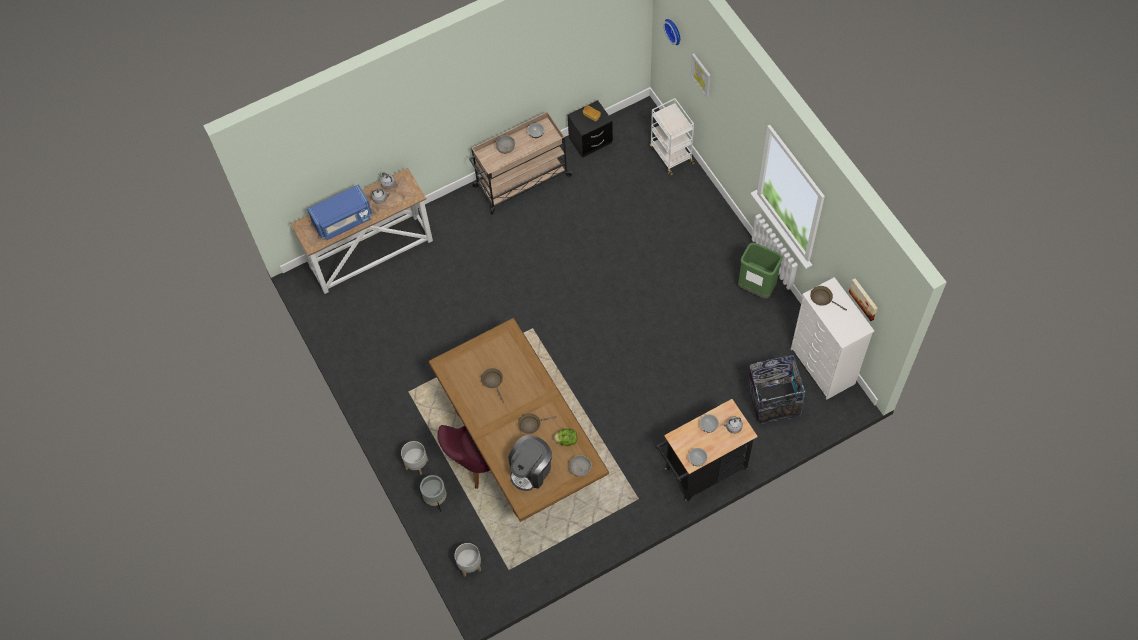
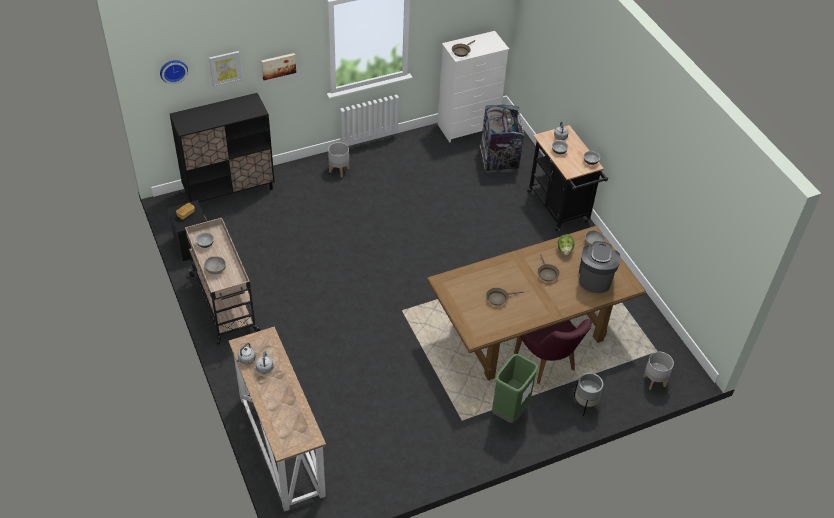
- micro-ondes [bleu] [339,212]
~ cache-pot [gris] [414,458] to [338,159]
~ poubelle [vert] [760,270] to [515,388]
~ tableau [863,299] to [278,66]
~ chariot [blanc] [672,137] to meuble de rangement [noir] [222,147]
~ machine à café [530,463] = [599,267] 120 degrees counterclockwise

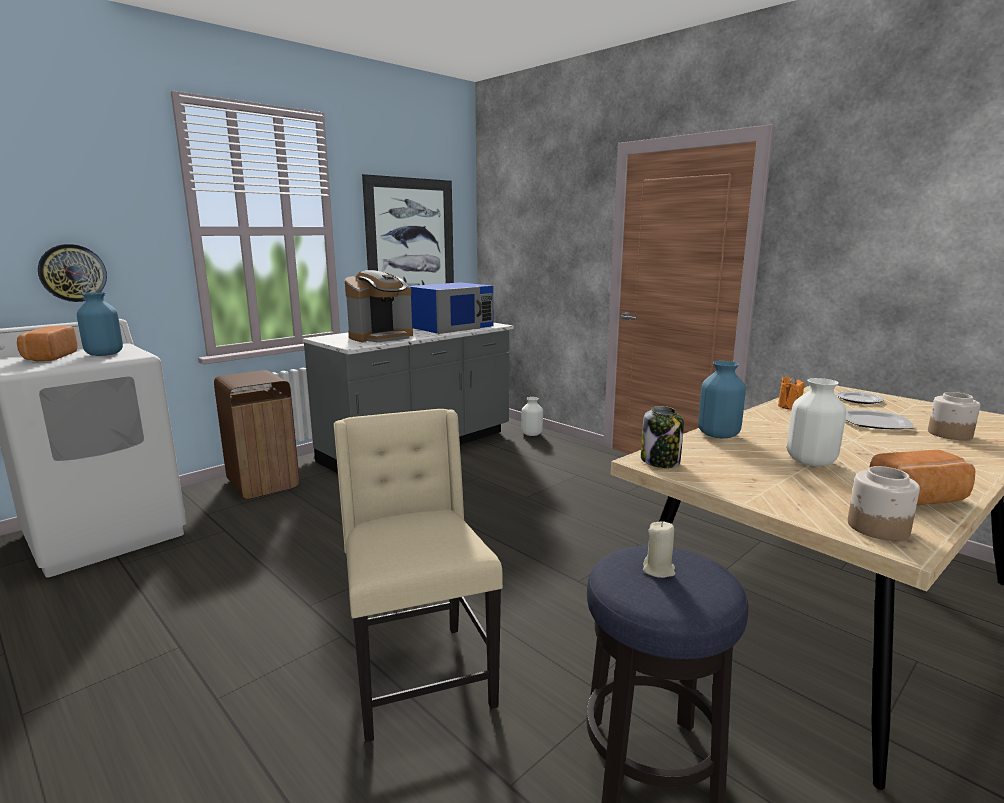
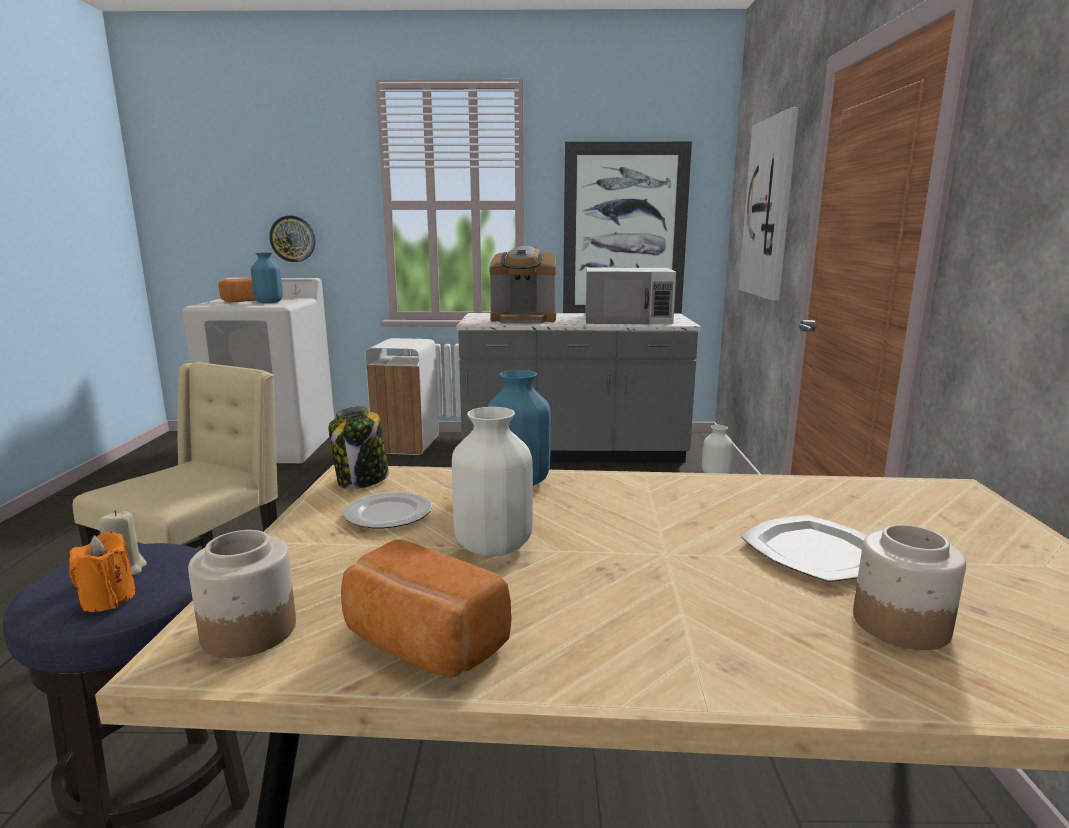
+ tableau [768,204]
~ bougie [orange] [791,393] to [102,572]
~ assiette [860,397] to [387,510]
~ poubelle [marron] [256,434] to poubelle [blanc] [402,396]
~ micro-ondes [bleu] [451,308] to micro-ondes [blanc] [630,295]

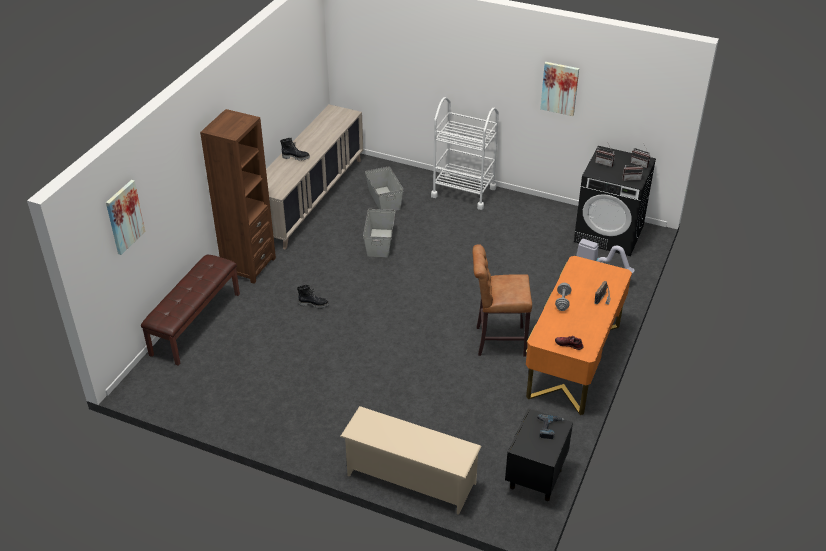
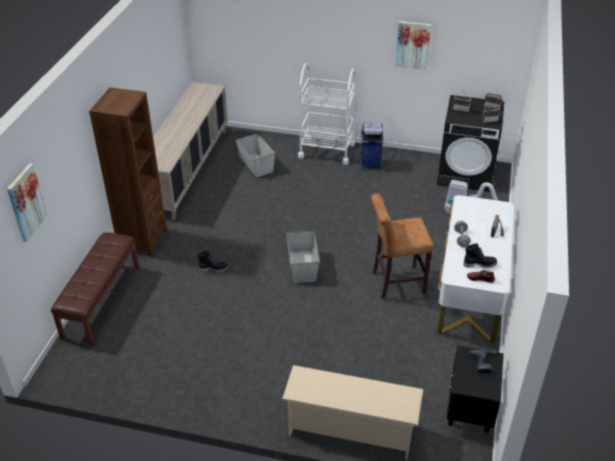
+ poubelle [bleu] [372,146]
~ botte [noir] [295,149] to [480,255]
~ boîte de rangement [gris] [379,233] to [303,257]
~ bureau [orange] [578,335] to bureau [blanc] [475,269]

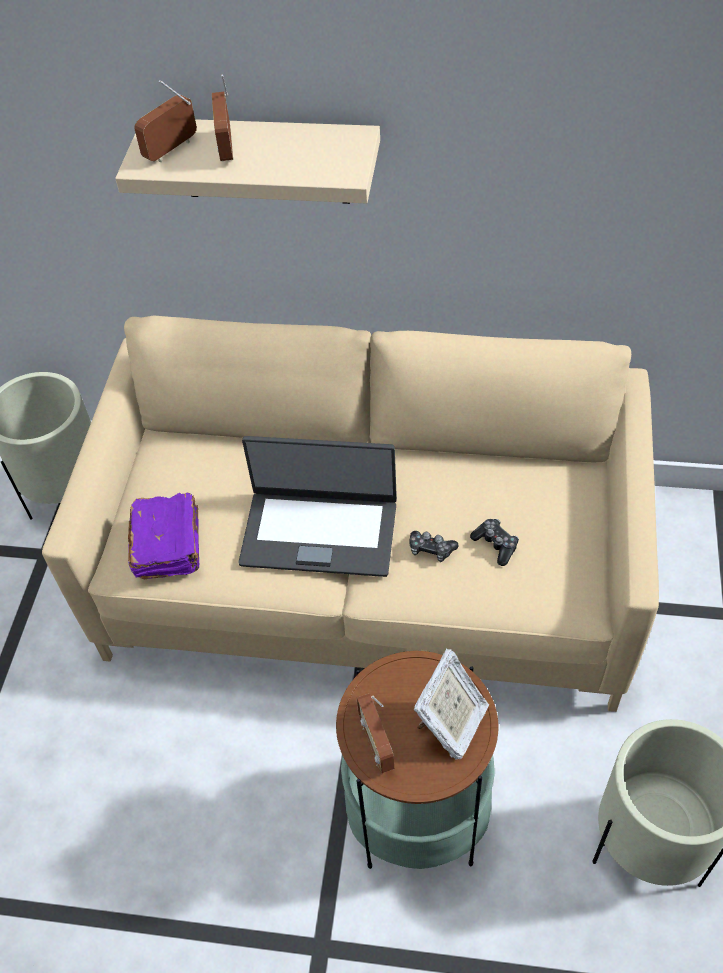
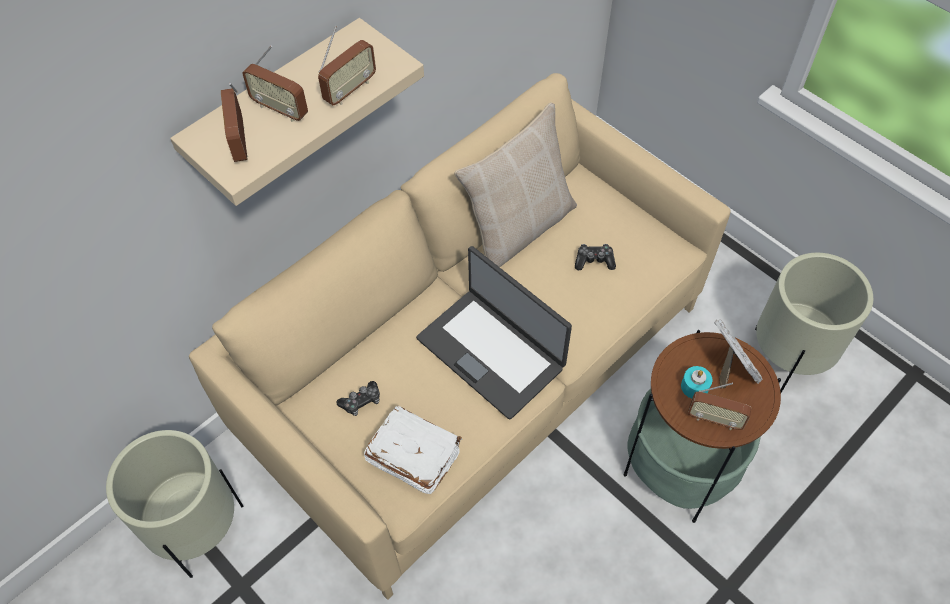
+ radio [347,65]
+ coussin [beige] [516,184]
+ bougie [turquoise] [696,382]
~ manette [433,546] to [358,398]
~ livre [violet] [163,536] to livre [blanc] [413,450]
~ ordinateur portable [317,506] = [494,332] 90 degrees clockwise

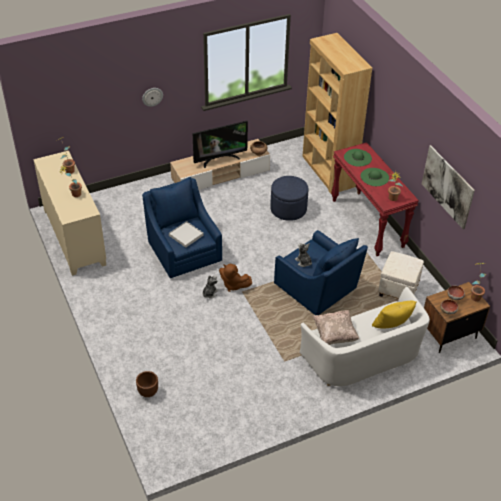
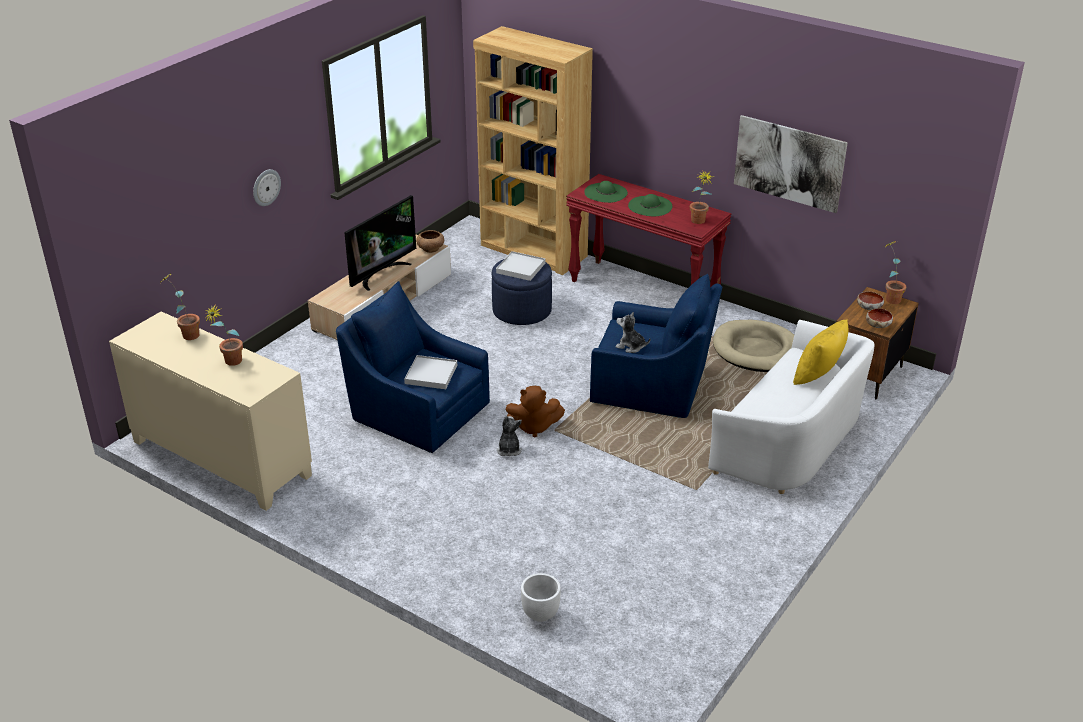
- coussin [beige] [336,327]
+ plateau [blanc] [520,266]
~ pouf [blanc] [401,275] to panier pour chien [beige] [753,346]
~ cache-pot [marron] [147,384] to cache-pot [blanc] [541,597]

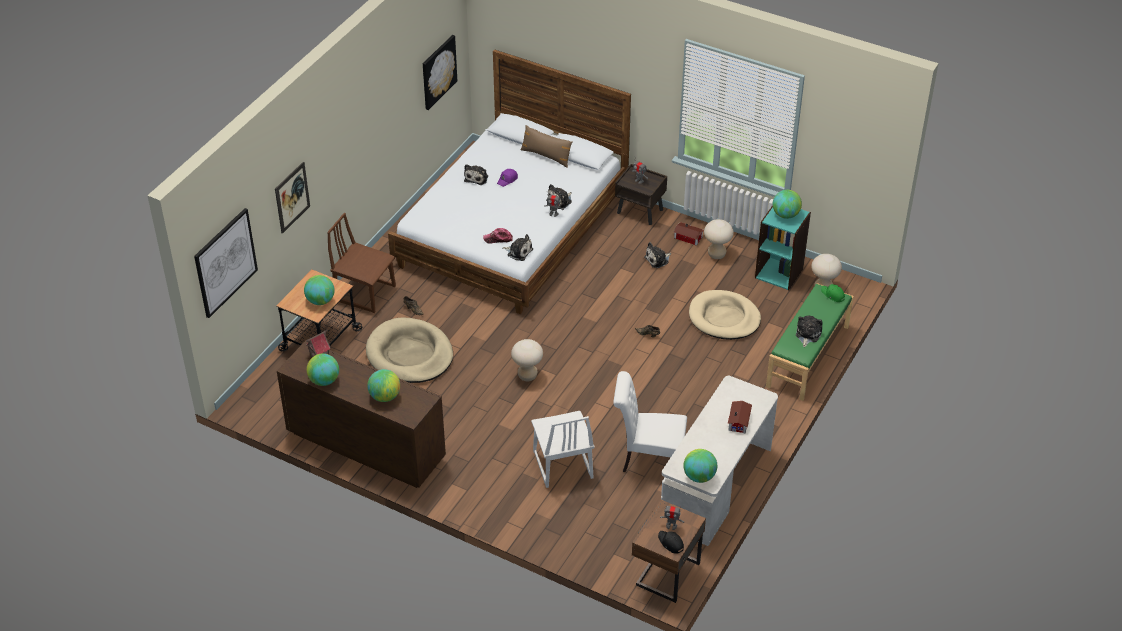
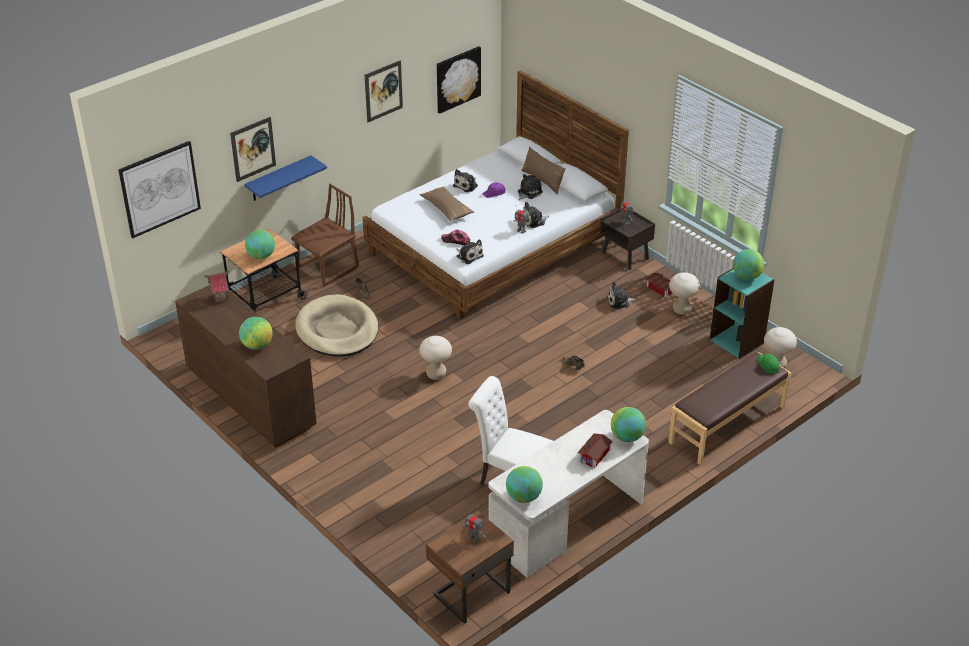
- chaise [blanc] [563,449]
- casquette [noir] [671,542]
- panier pour chien [beige] [725,315]
+ étagère [bleu] [285,178]
+ tableau [384,91]
+ coussin [marron] [447,204]
~ globe [322,370] to [628,424]
~ peluche [809,331] to [530,187]
~ banc [vert] [810,342] to banc [marron] [729,408]
~ chaise [marron] [361,263] = [325,235] 90 degrees clockwise

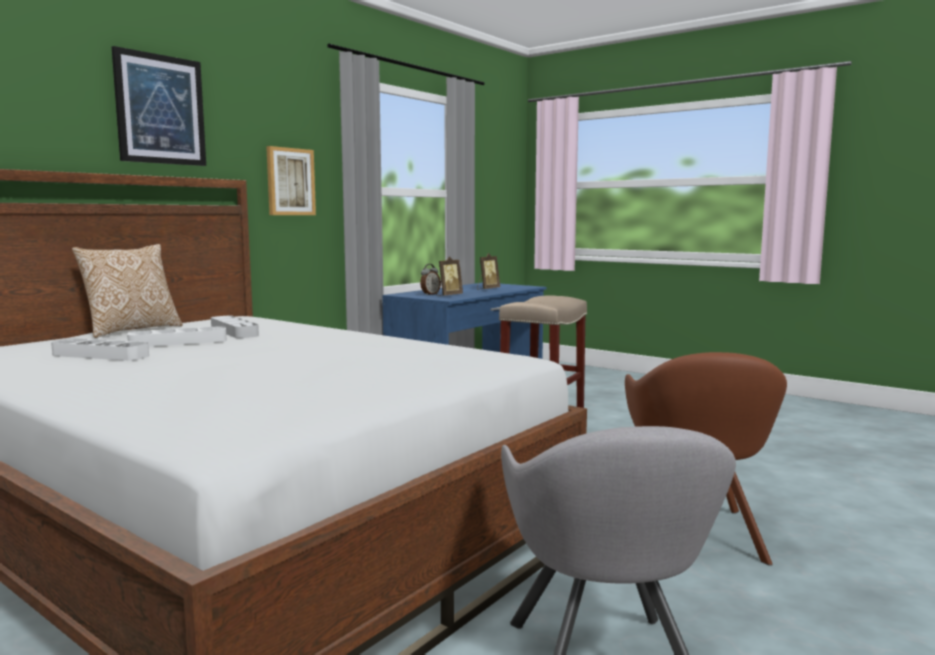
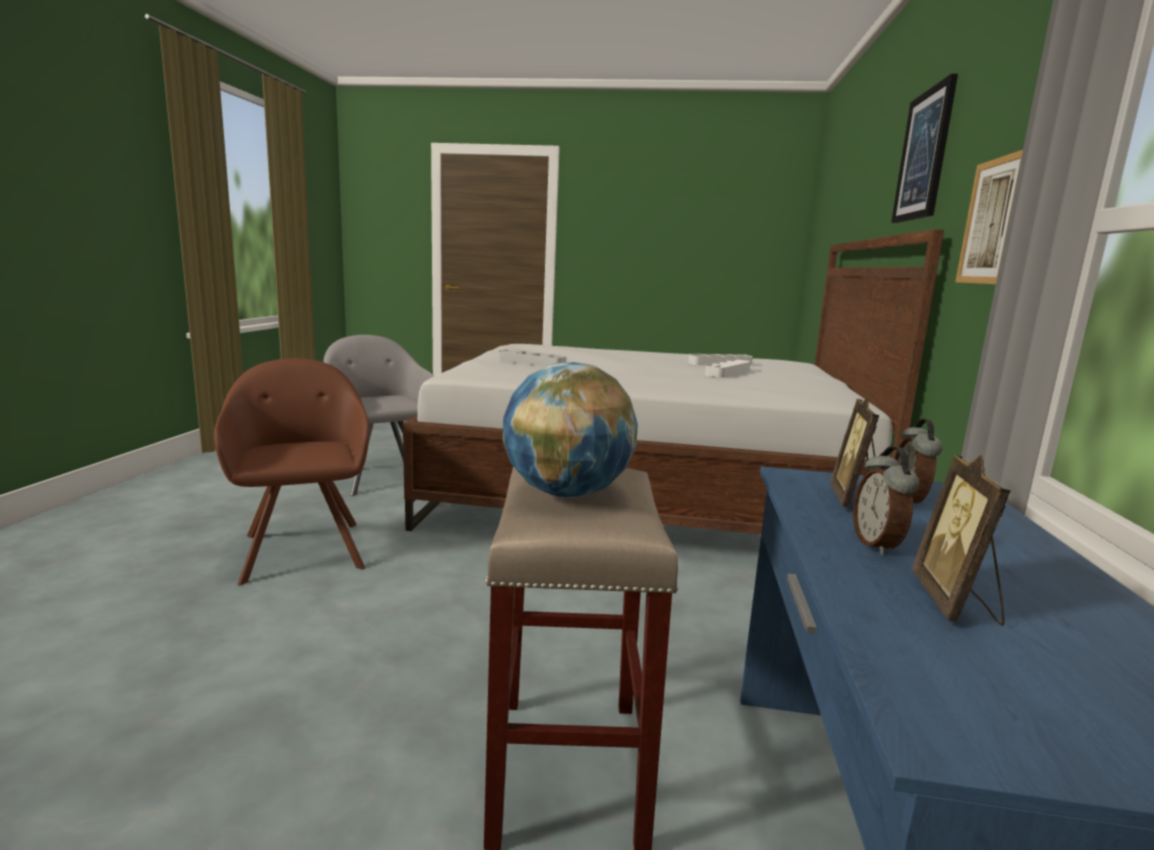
- coussin [127,291]
+ globe [570,430]
+ réveil [886,500]
~ plateau [gris] [235,327] to [532,358]

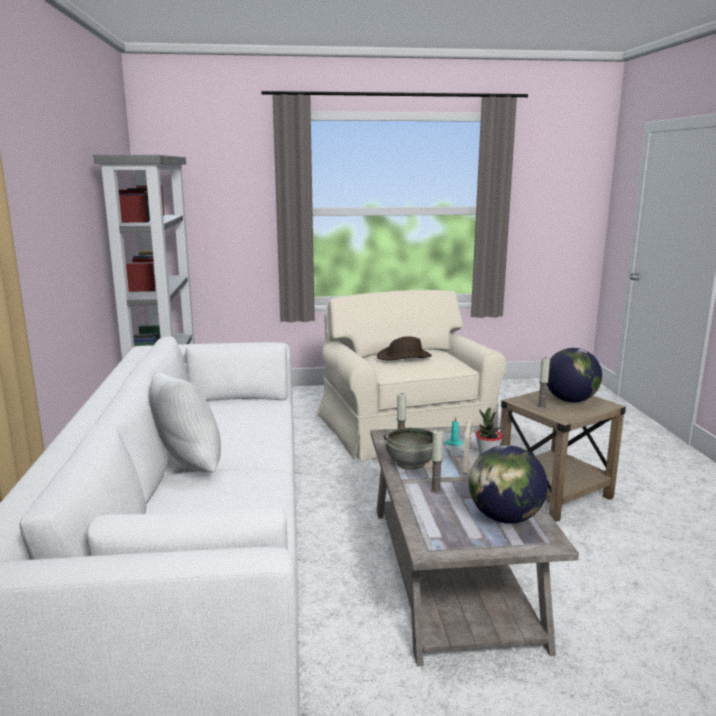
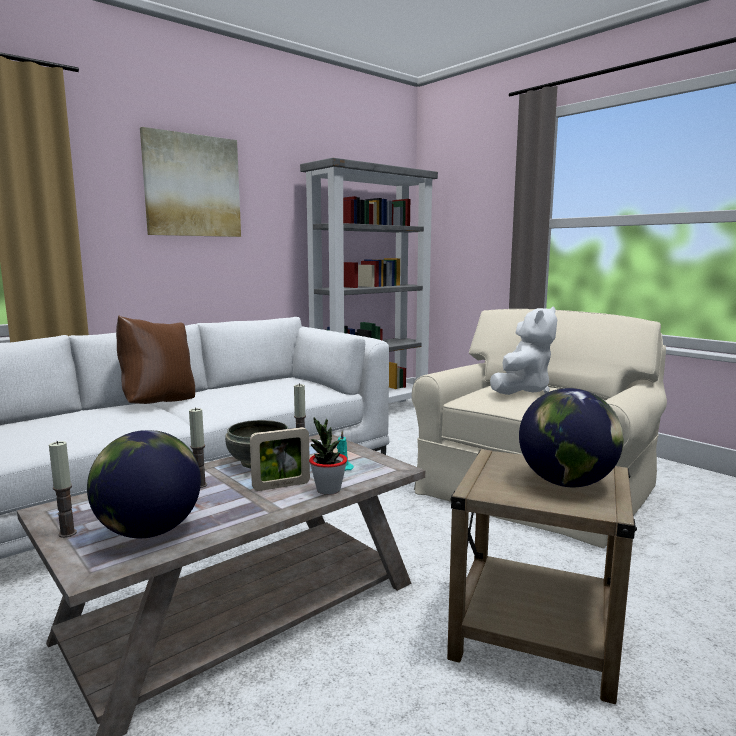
+ tableau [190,182]
~ bougie [543,383] to [63,489]
~ chapeau [marron] [404,348] to peluche [blanc] [523,350]
~ coussin [blanc] [185,422] to coussin [marron] [155,360]

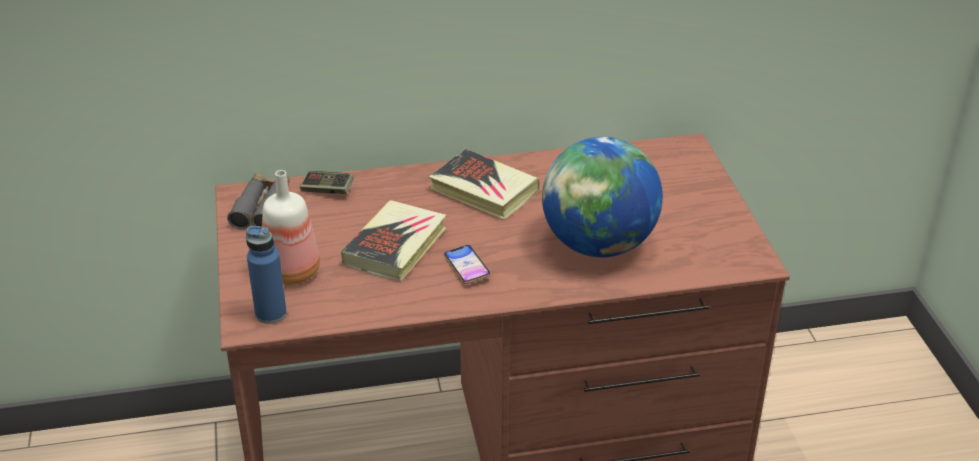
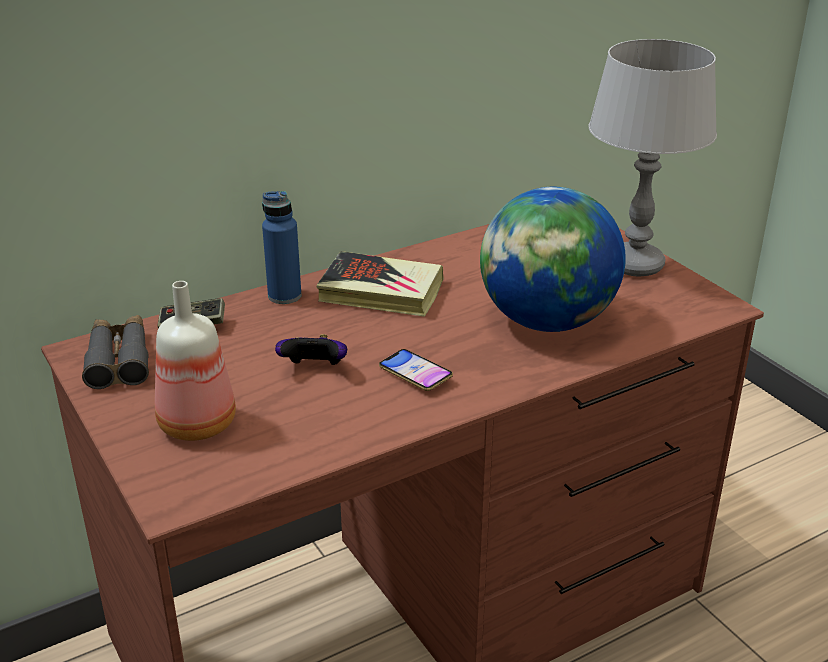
+ lampe de table [gris] [653,158]
~ bouteille [bleu] [266,275] to [281,247]
~ livre [393,241] to manette [311,349]

